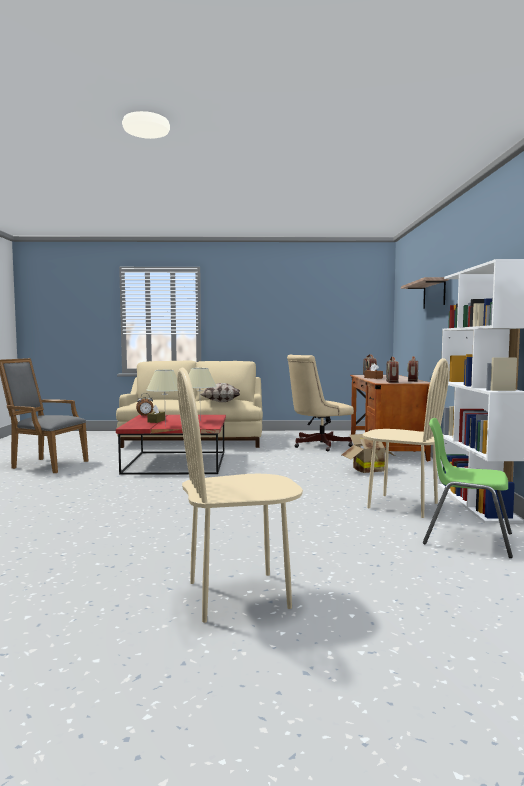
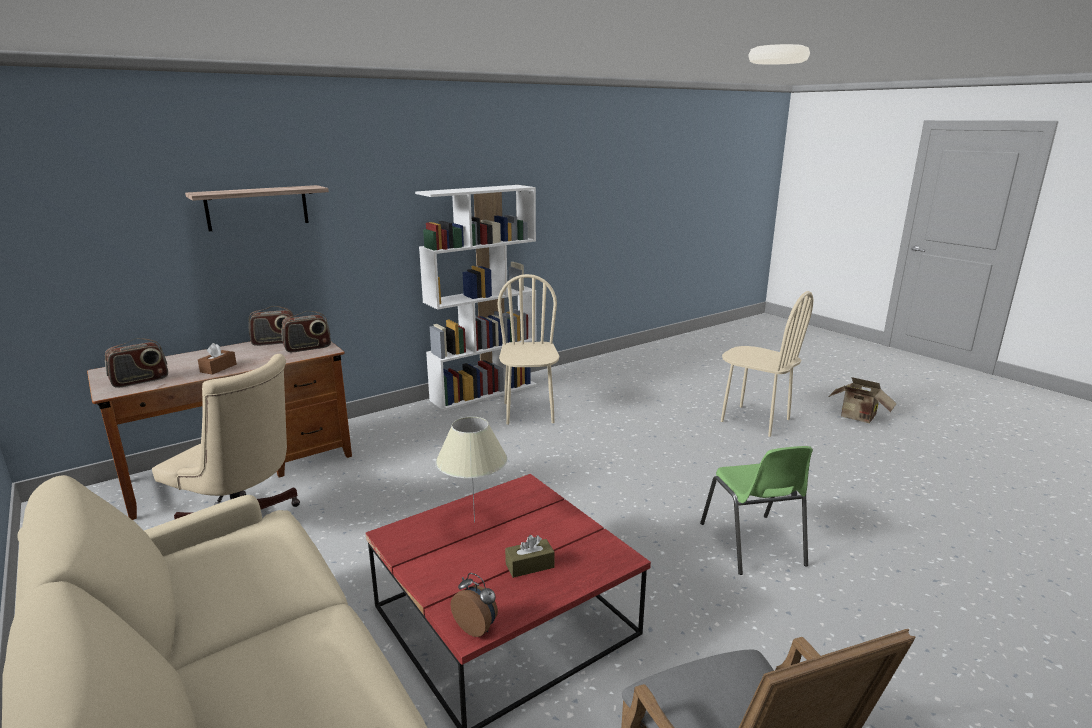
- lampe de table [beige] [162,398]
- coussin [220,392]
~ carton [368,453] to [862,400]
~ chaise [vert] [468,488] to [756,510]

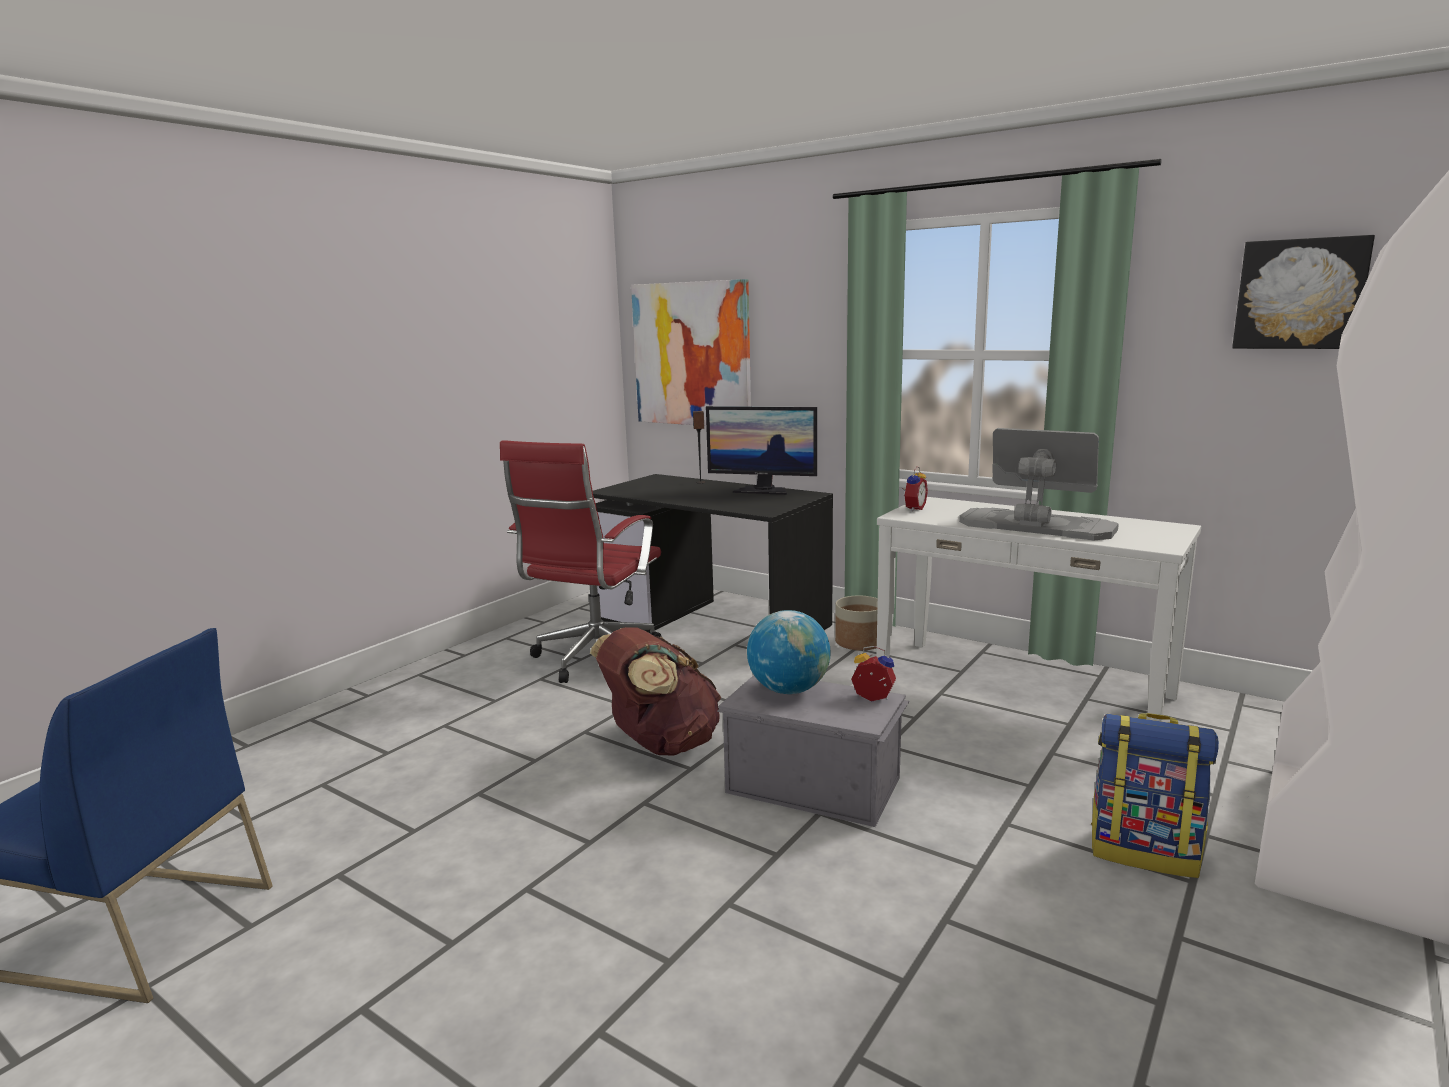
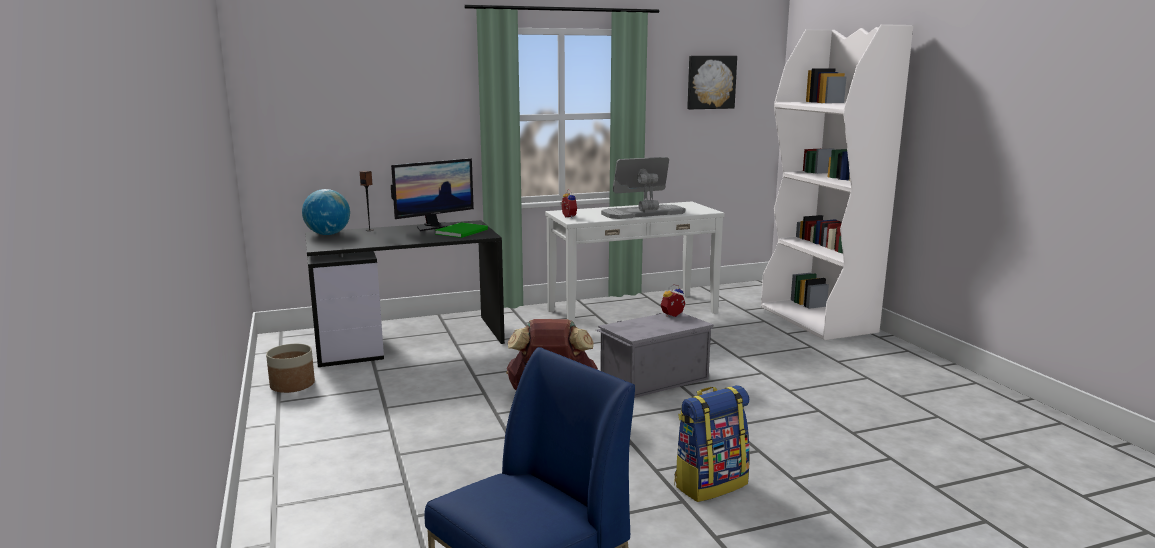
- chaise de bureau [rouge] [580,561]
- tableau [691,352]
+ livre [vert] [462,230]
~ globe [789,652] to [326,212]
~ cache-pot [856,623] to [290,368]
~ sac à dos [1155,795] to [712,443]

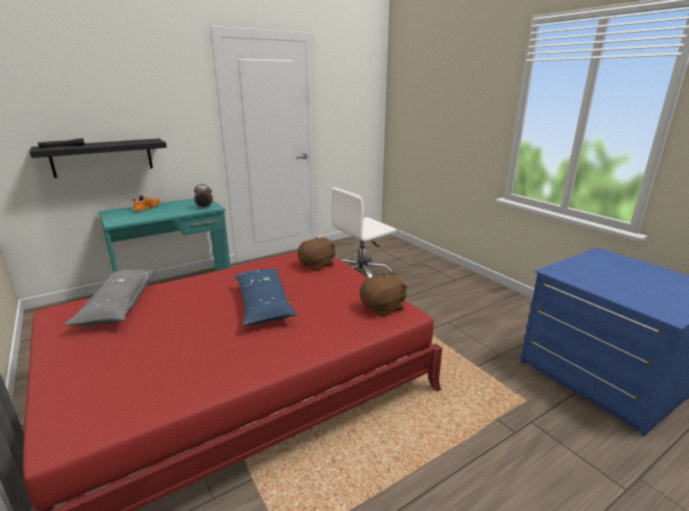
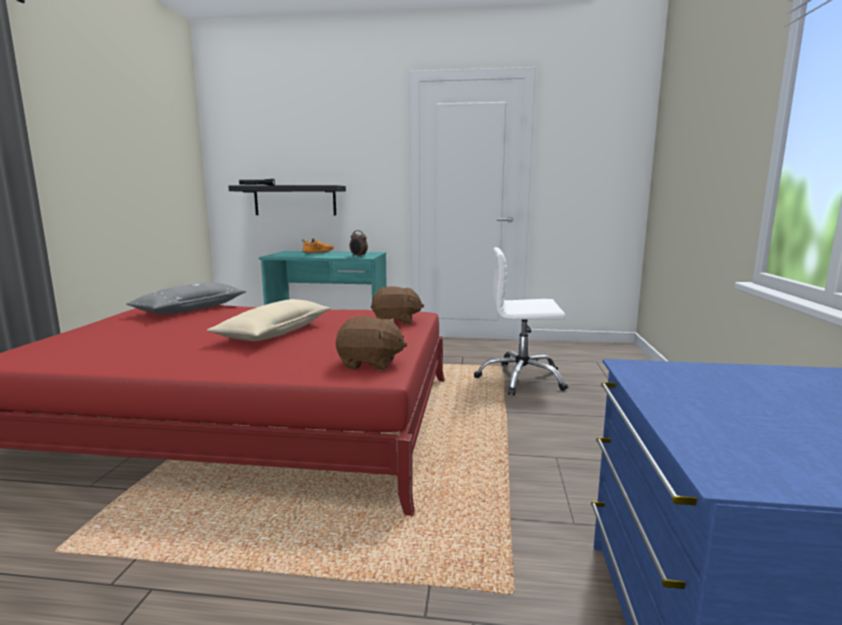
~ coussin [bleu] [266,297] to coussin [beige] [269,320]

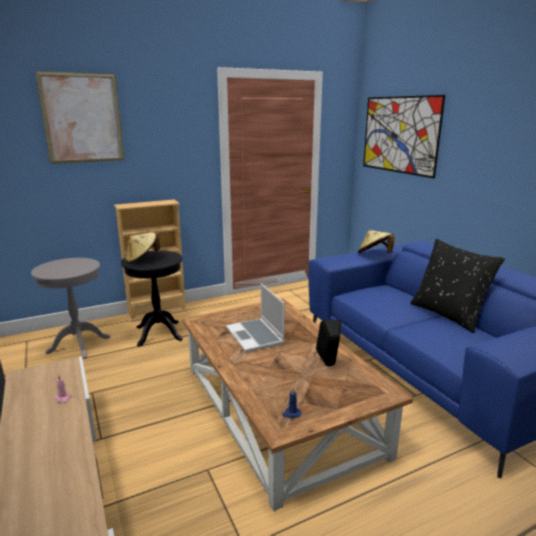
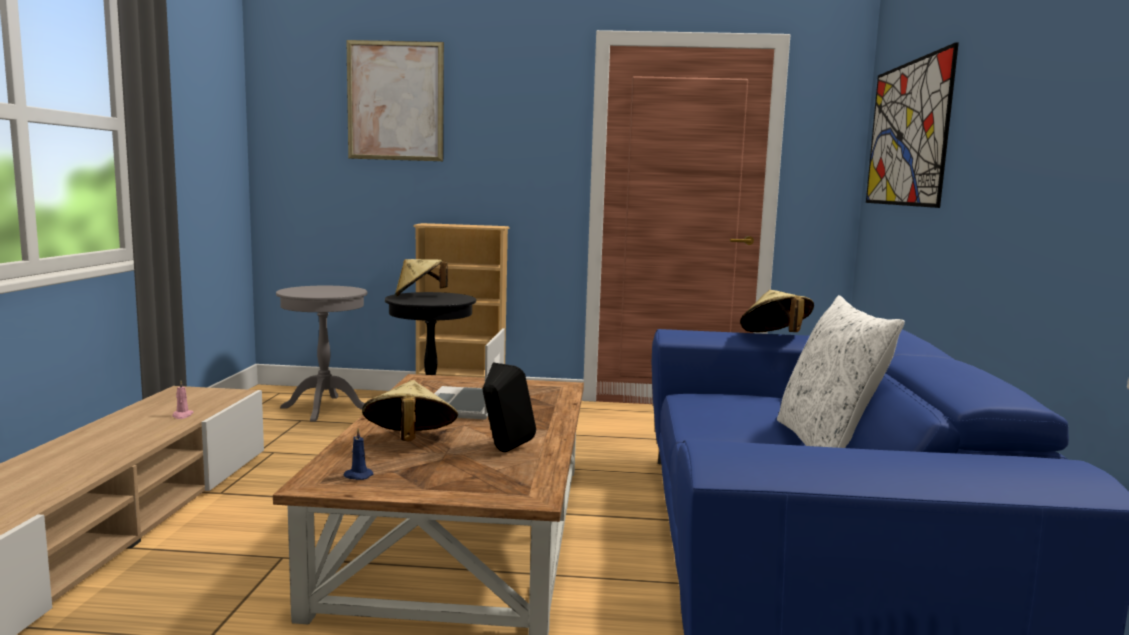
+ chapeau [beige] [410,411]
~ coussin [noir] [457,286] to coussin [blanc] [841,371]

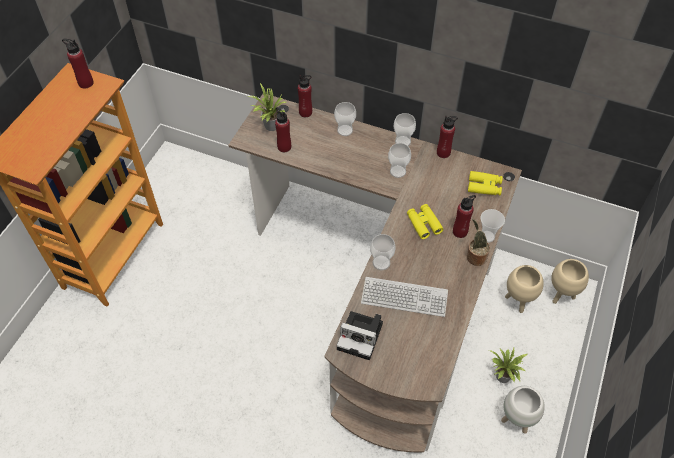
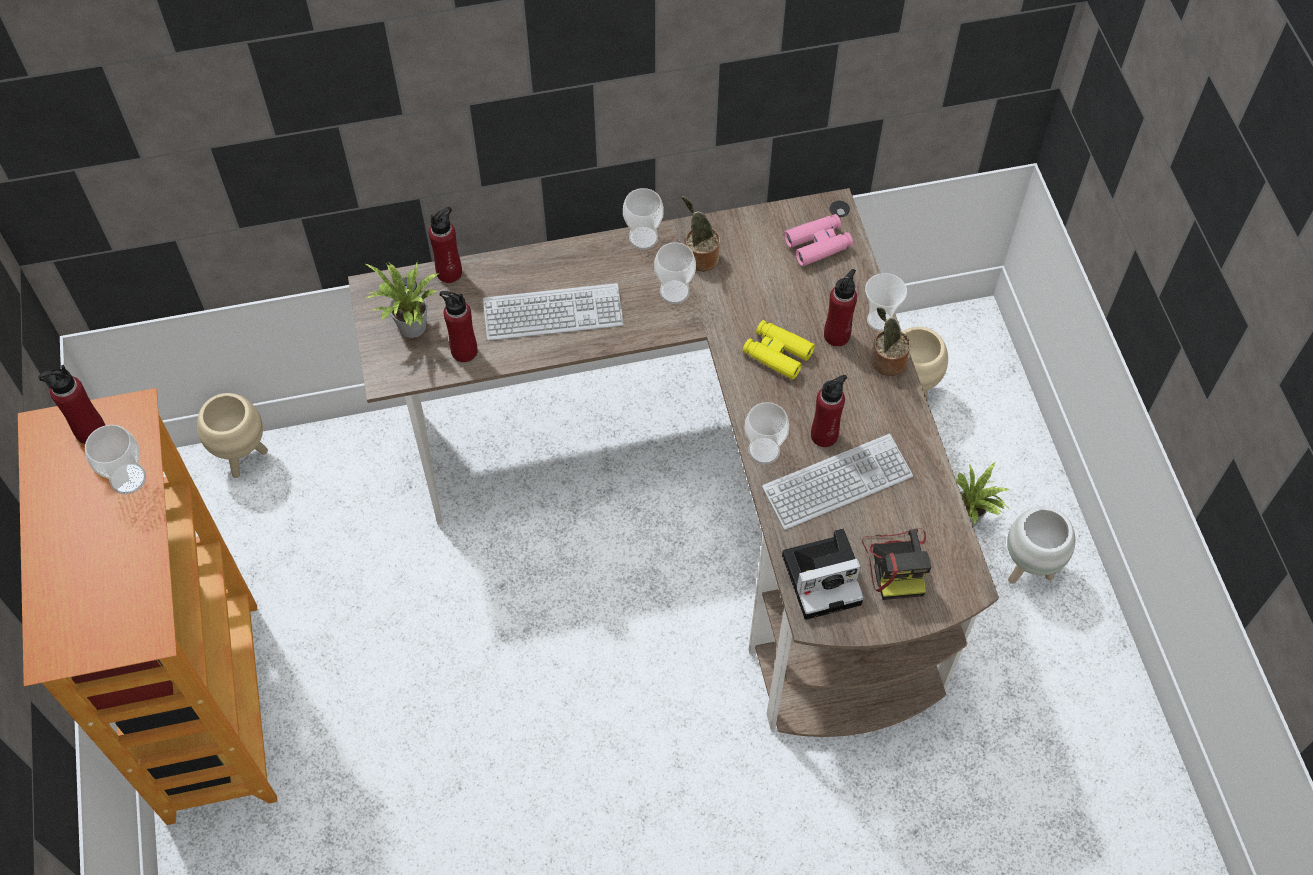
+ clavier [553,312]
+ plante en pot [700,234]
+ appareil photo [896,564]
~ tasse [345,119] to [115,459]
~ bouteille [rouge] [447,137] to [829,411]
~ cache-pot [beige] [570,281] to [232,435]
~ jumelles [jaune] [485,183] to jumelles [rose] [818,240]

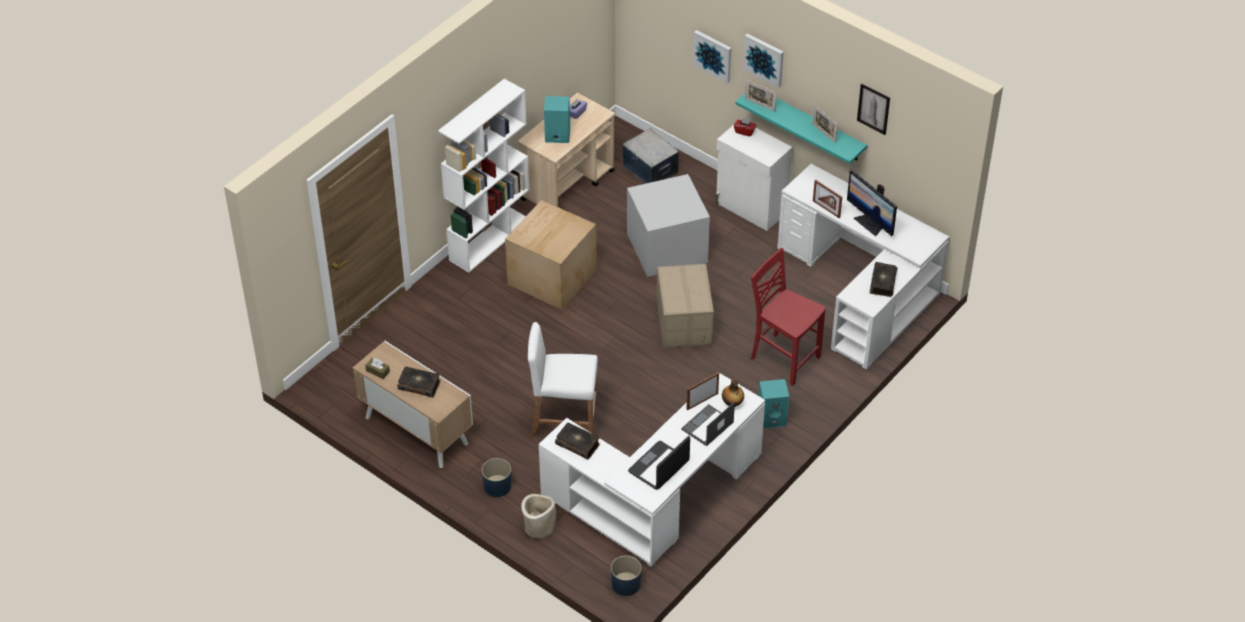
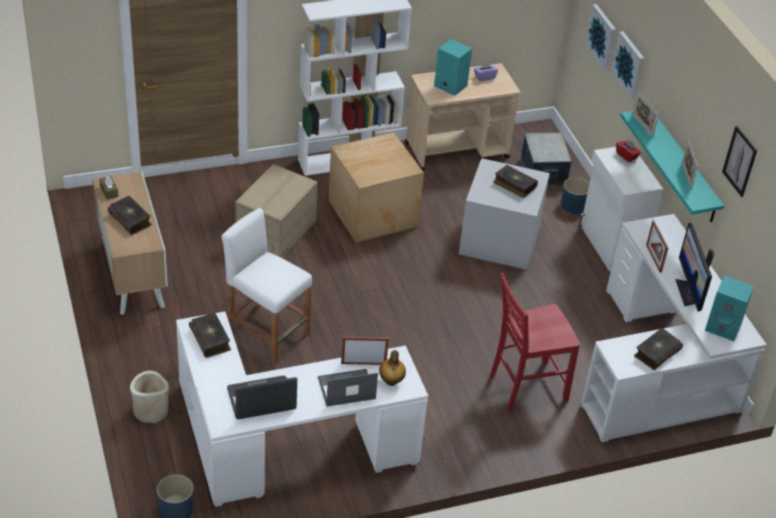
+ livre [516,181]
~ cache-pot [bleu] [497,477] to [575,195]
~ carton [685,306] to [276,211]
~ tableau [763,60] to [600,36]
~ enceinte [turquoise] [774,404] to [729,308]
~ chaise [rouge] [788,316] = [535,342] 90 degrees counterclockwise

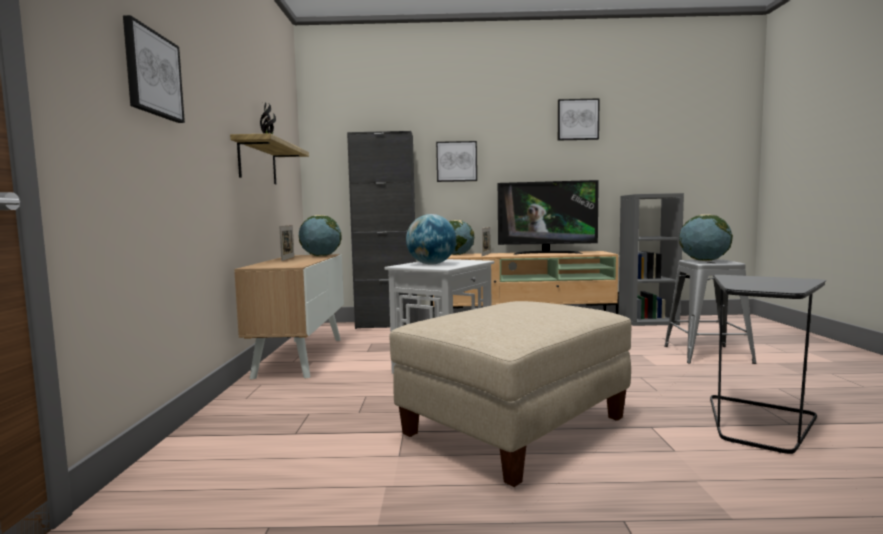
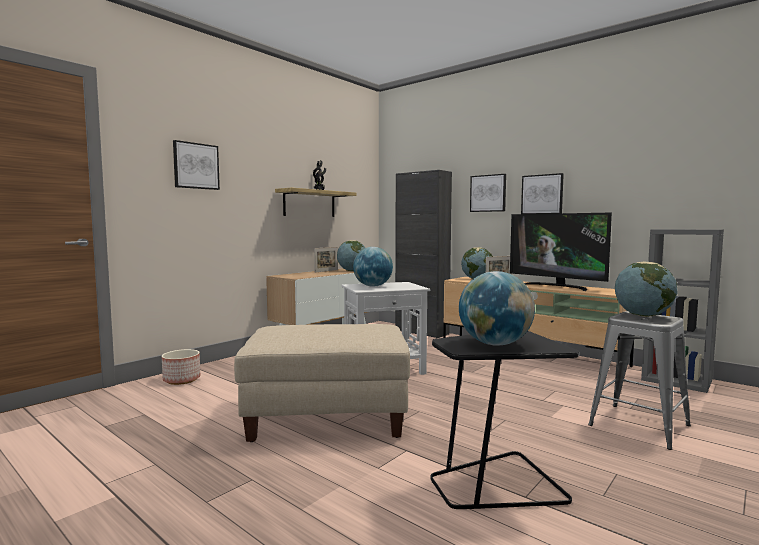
+ cache-pot [181,367]
+ globe [497,308]
~ tableau [579,119] to [542,193]

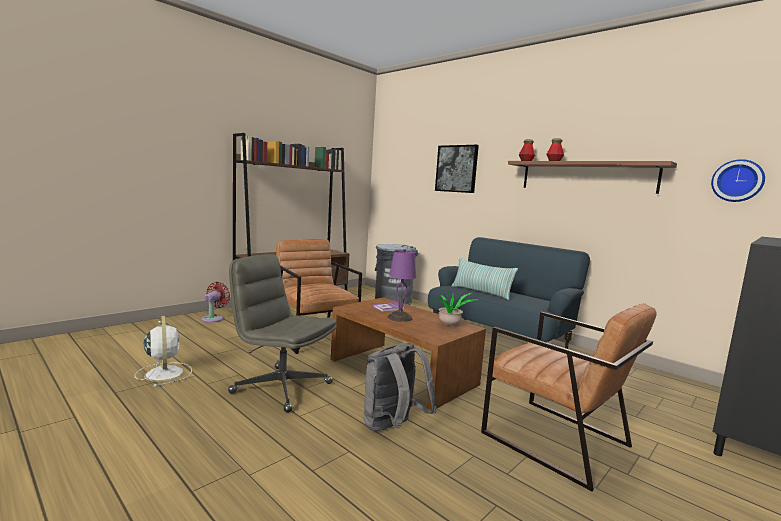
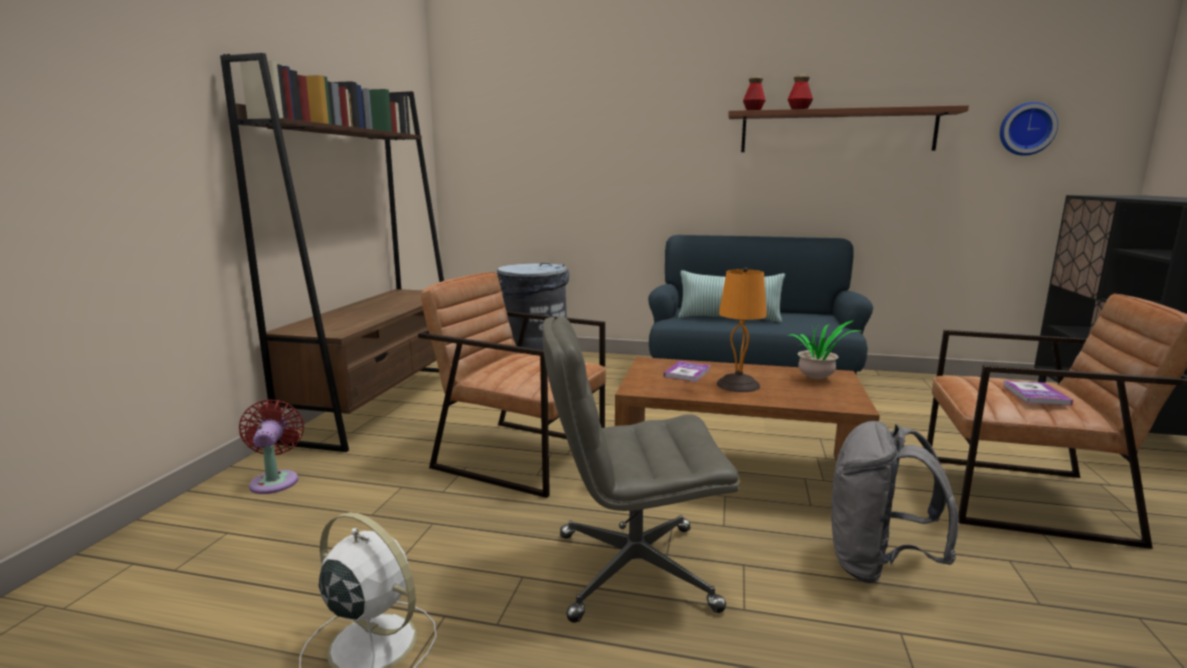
- tableau [457,169]
+ livre [1037,393]
~ lampe de table [violet] [401,285] to lampe de table [orange] [741,329]

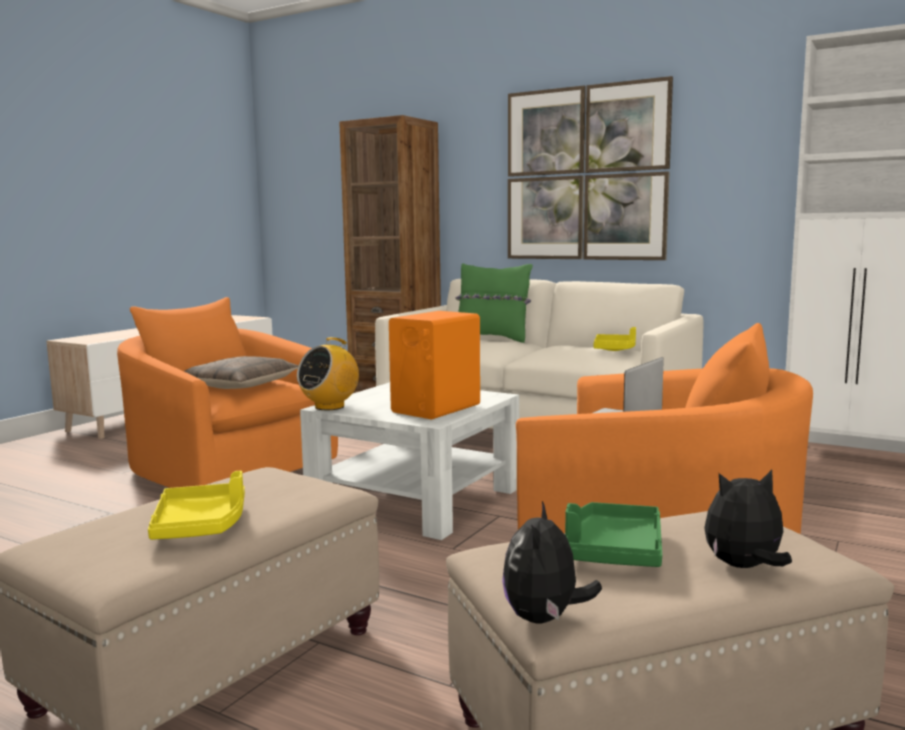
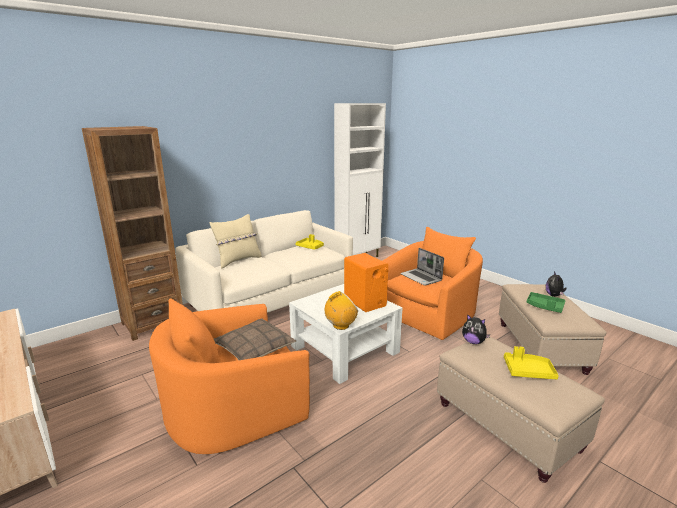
- tableau [590,168]
~ peluche [552,562] to [476,329]
~ coussin [vert] [494,303] to coussin [beige] [235,241]
~ radio [328,373] = [341,310] 90 degrees counterclockwise

